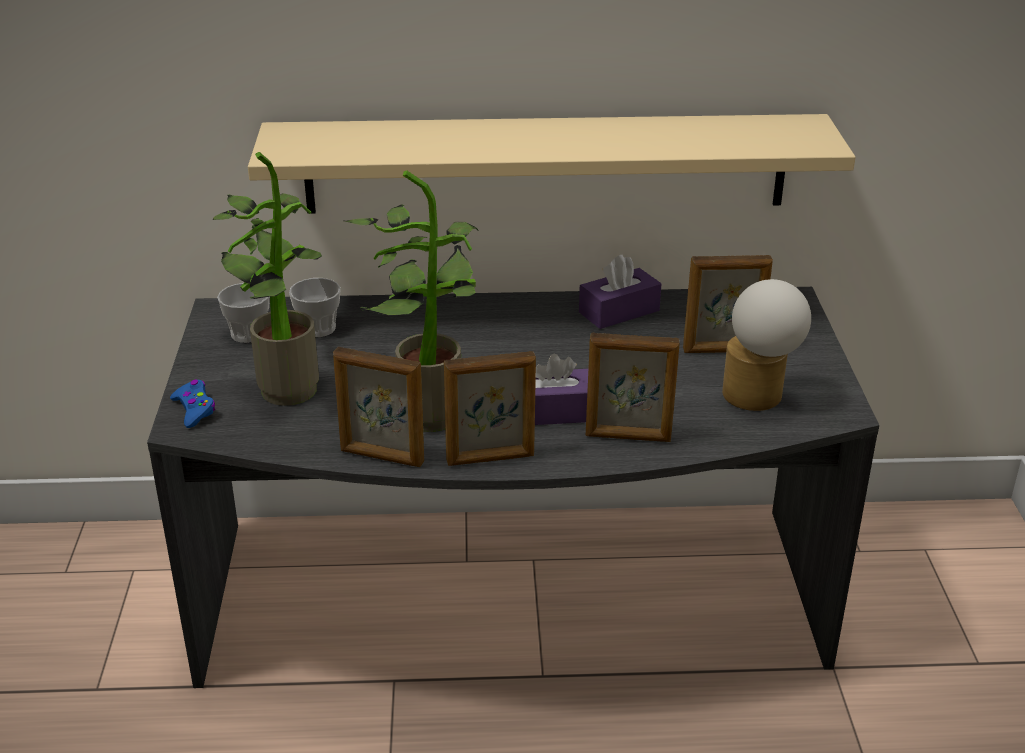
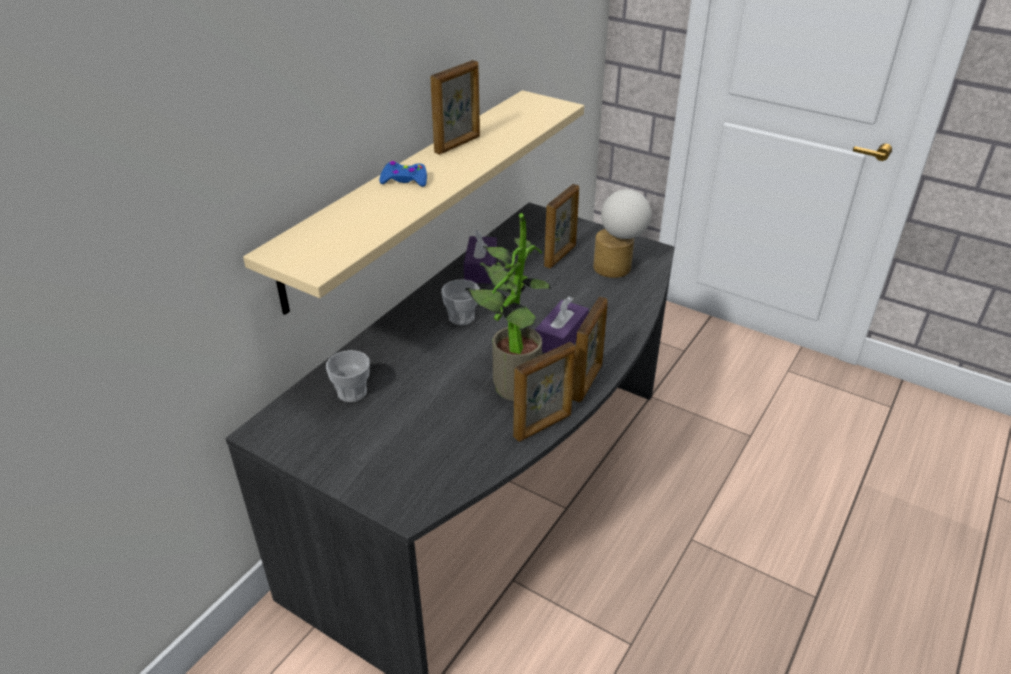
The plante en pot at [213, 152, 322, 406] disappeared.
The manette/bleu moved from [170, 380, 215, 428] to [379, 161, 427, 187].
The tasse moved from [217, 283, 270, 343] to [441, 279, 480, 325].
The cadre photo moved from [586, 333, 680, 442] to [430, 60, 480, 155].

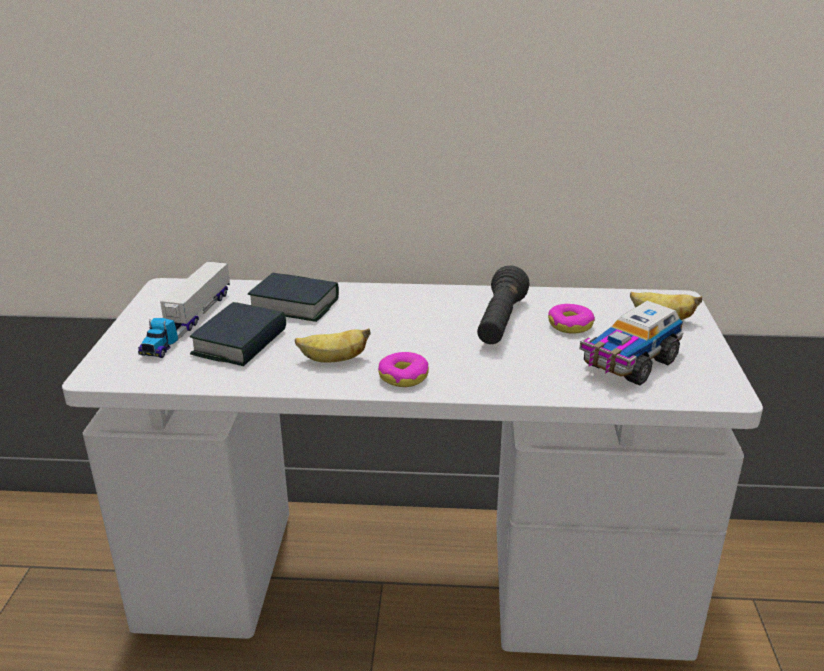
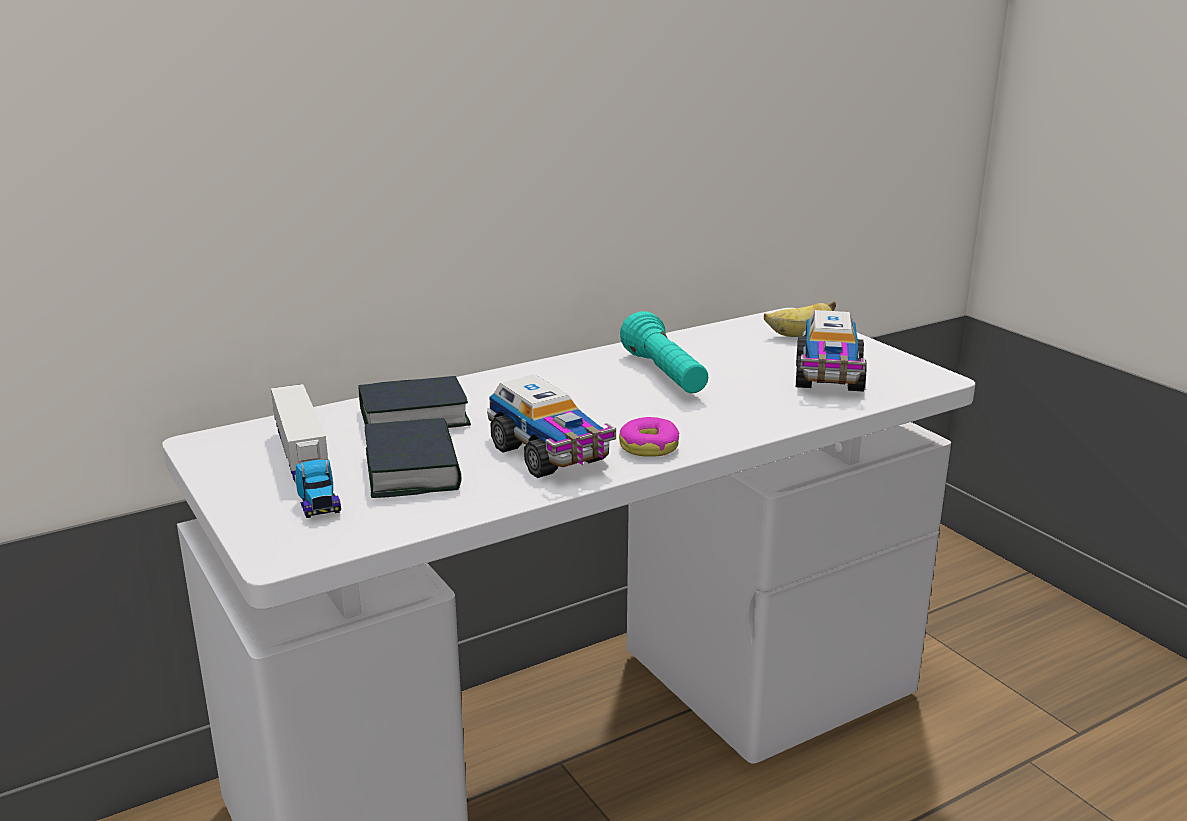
The beignet at [548, 304, 595, 334] disappeared.
The banane at [295, 328, 371, 363] was replaced by the camion jouet at [487, 375, 616, 478].
The lampe de poche/noir at [477, 266, 530, 344] became the lampe de poche/turquoise at [620, 311, 708, 393].

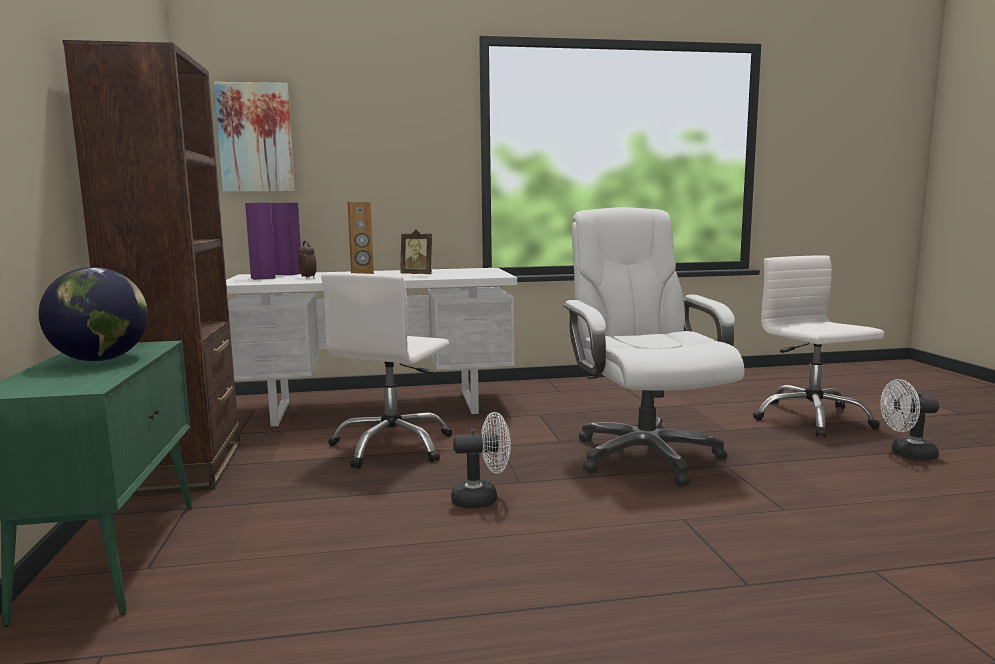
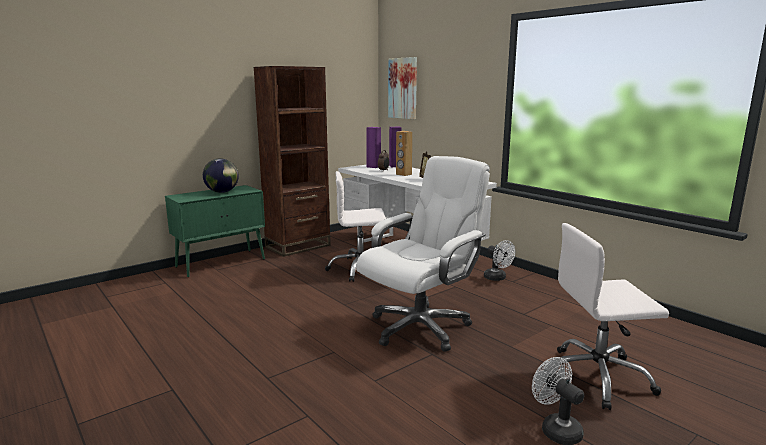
The ventilateur/blanc moved from [451, 412, 511, 508] to [484, 240, 515, 281].
The chaise de bureau/blanc at [753, 256, 884, 437] turned 135 degrees counterclockwise.

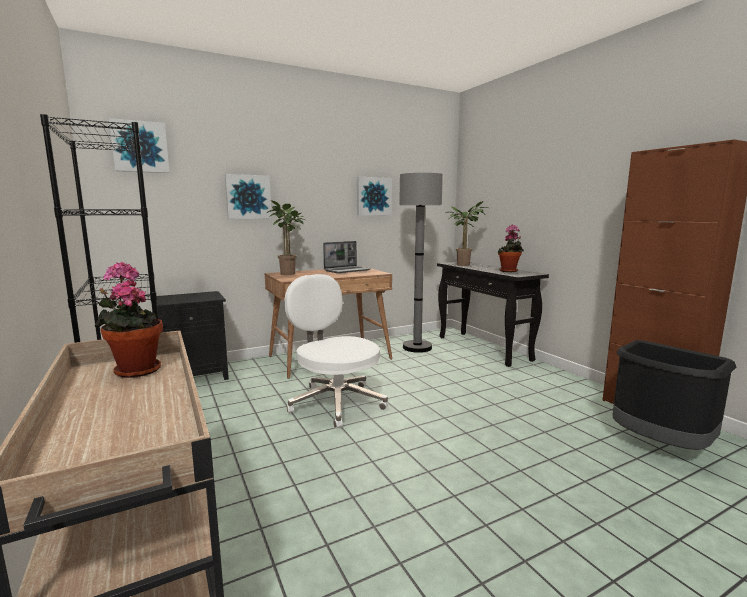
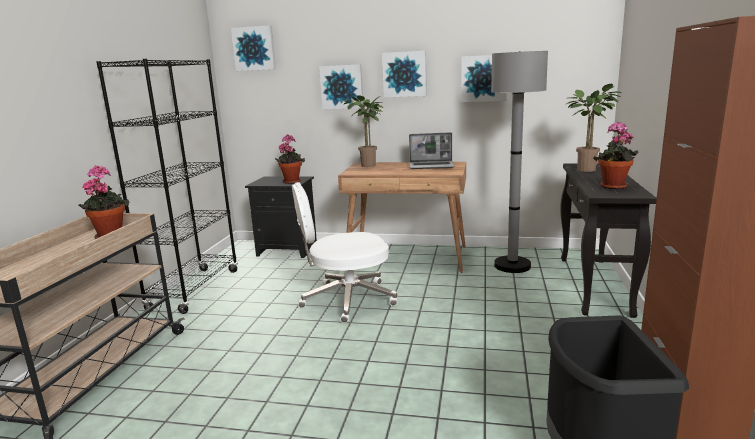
The plante en pot at [275, 134, 305, 184] appeared.
The tableau at [382, 51, 427, 97] appeared.
The chaise de bureau/blanc at [285, 274, 388, 428] turned 105 degrees counterclockwise.

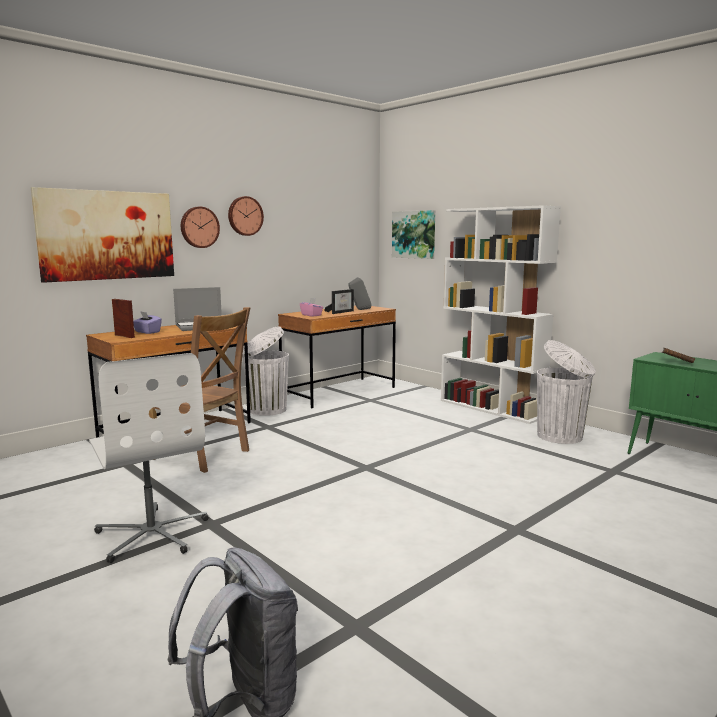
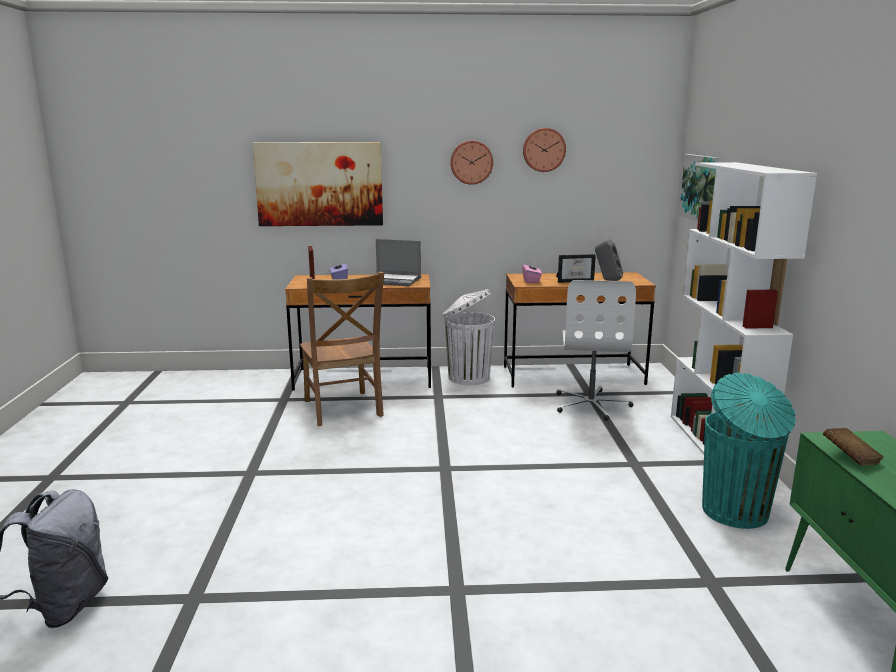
The chaise de bureau/blanc moved from [89, 353, 209, 563] to [556, 280, 636, 421].
The horloge murale moved from [181, 207, 220, 248] to [523, 128, 566, 172].
The poubelle/blanc at [537, 340, 596, 444] became the poubelle/turquoise at [702, 373, 796, 529].

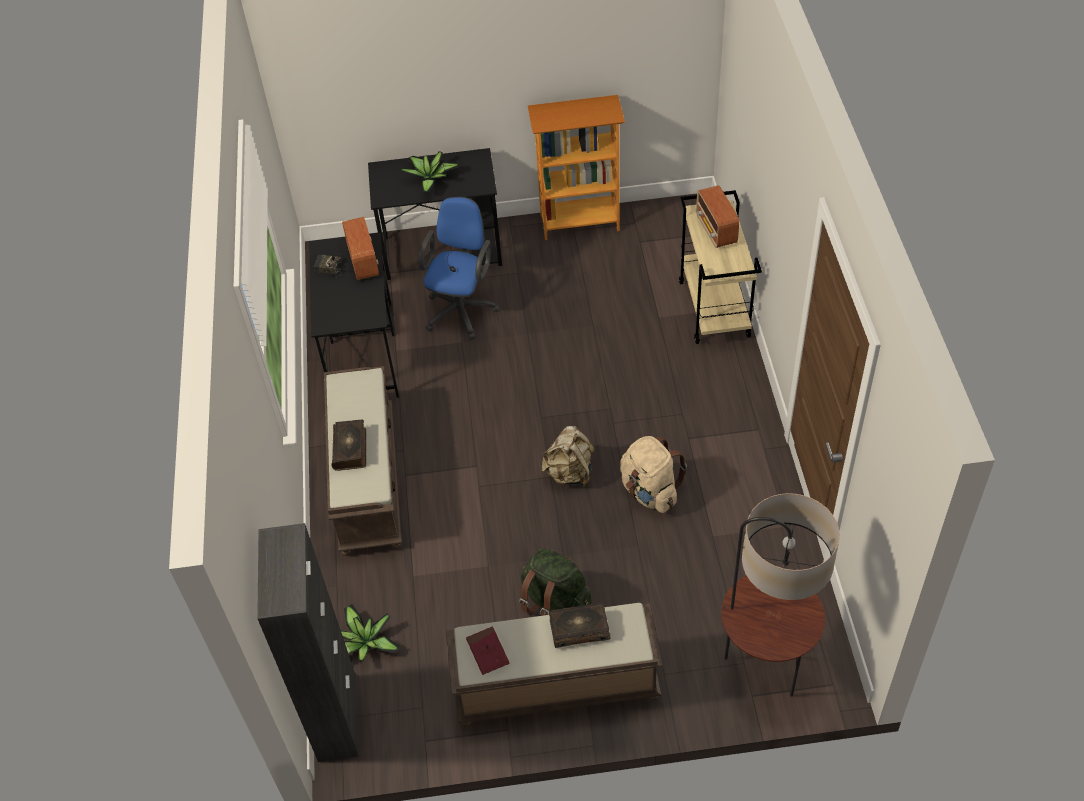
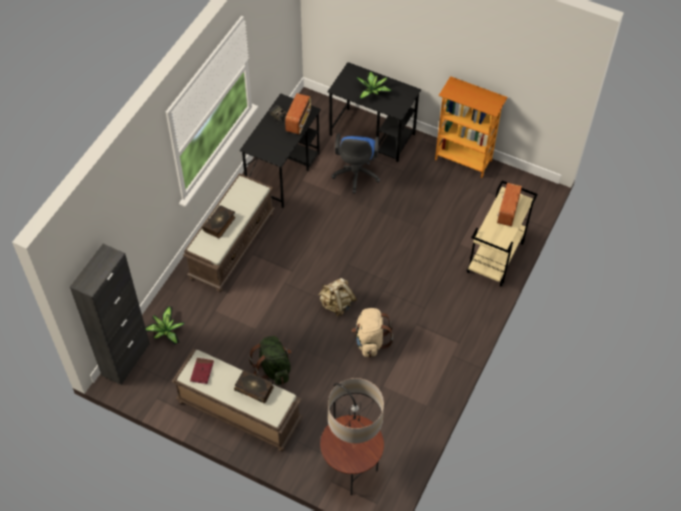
The chaise de bureau/bleu at [419, 197, 499, 340] turned 135 degrees clockwise.

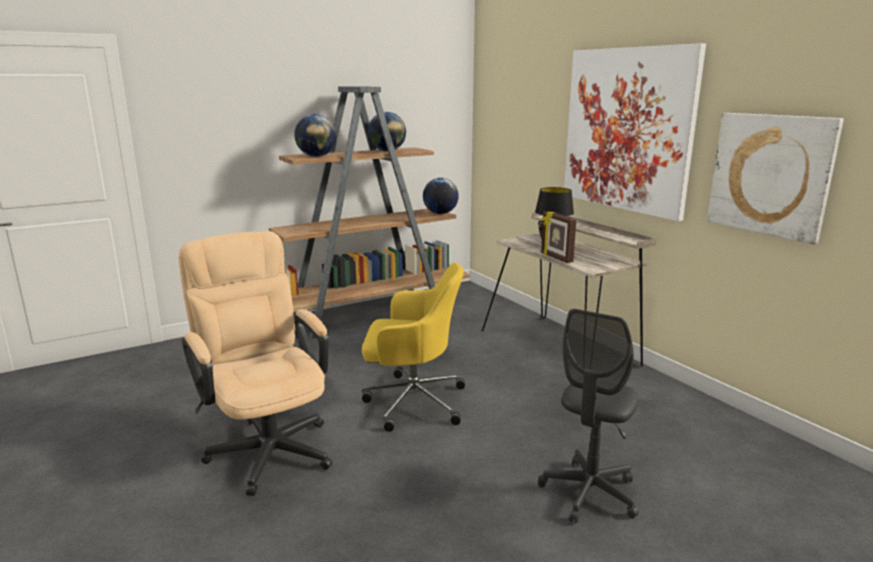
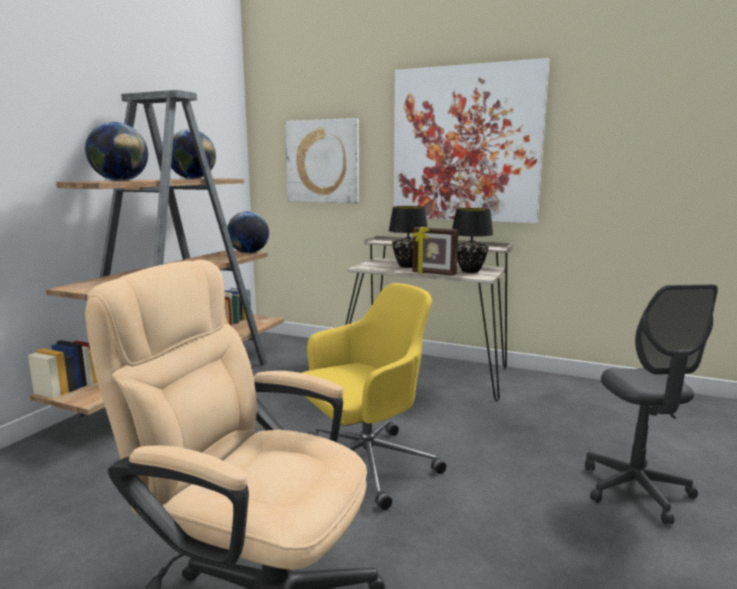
The lampe de table/noir at [452, 208, 494, 273] appeared.
The tableau moved from [707, 113, 844, 244] to [285, 118, 359, 204].

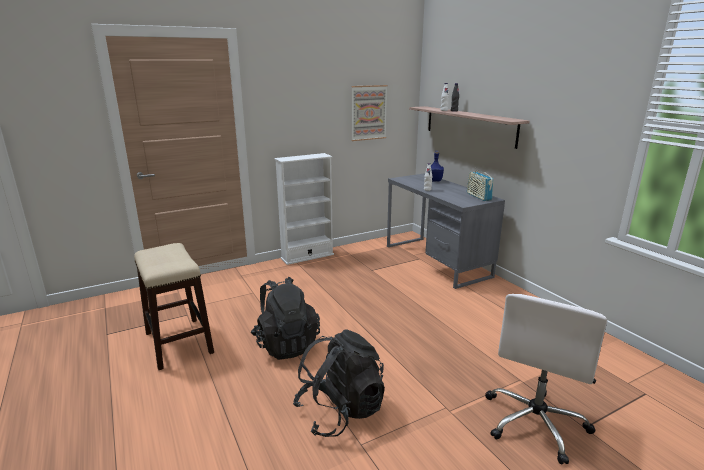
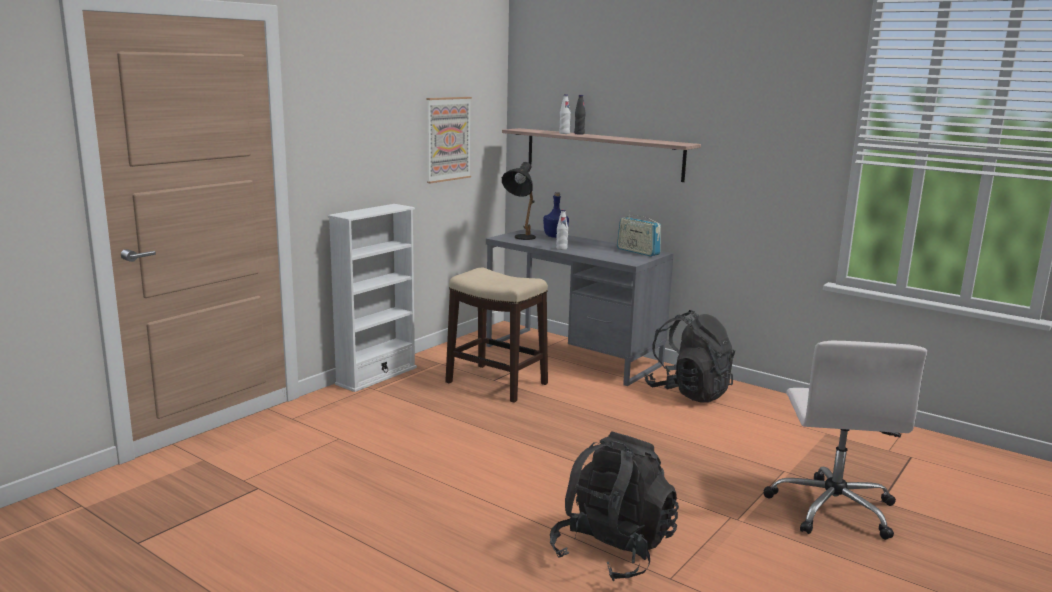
The lampe de table/noir at [502, 162, 536, 240] appeared.
The tabouret moved from [134, 243, 214, 370] to [445, 268, 548, 403].
The sac à dos/noir moved from [251, 277, 320, 360] to [644, 310, 735, 403].

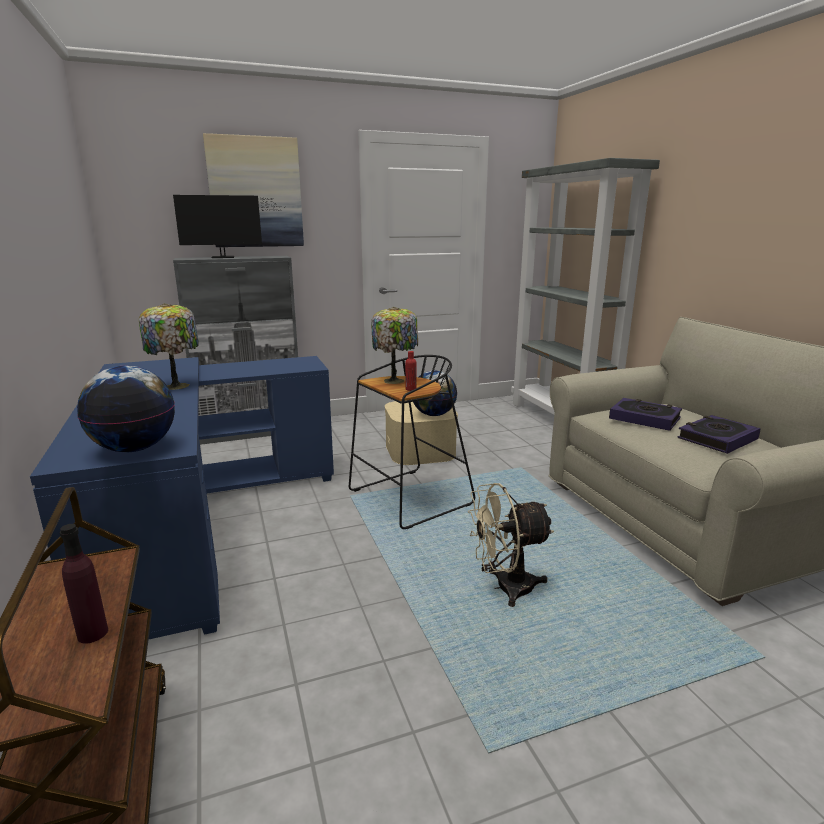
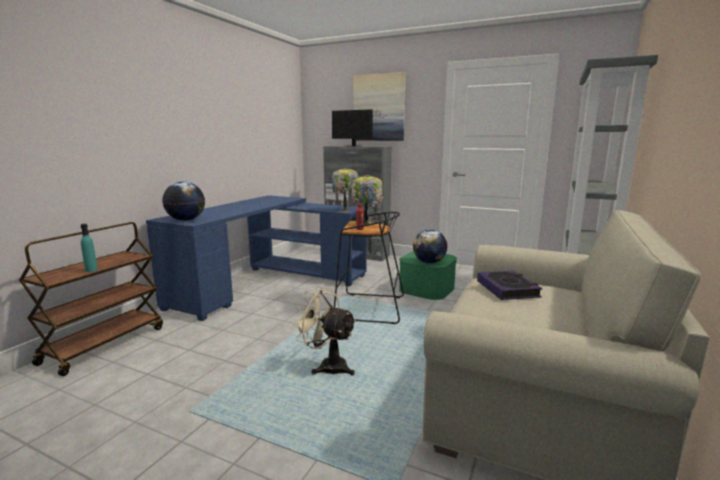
The livre at [677, 415, 761, 454] disappeared.
The lampe de table moved from [139, 303, 199, 390] to [332, 168, 358, 212].
The bouteille/violet at [60, 524, 108, 644] became the bouteille/turquoise at [81, 224, 98, 272].
The boîte de rangement/beige at [385, 401, 458, 465] became the boîte de rangement/vert at [399, 251, 457, 300].

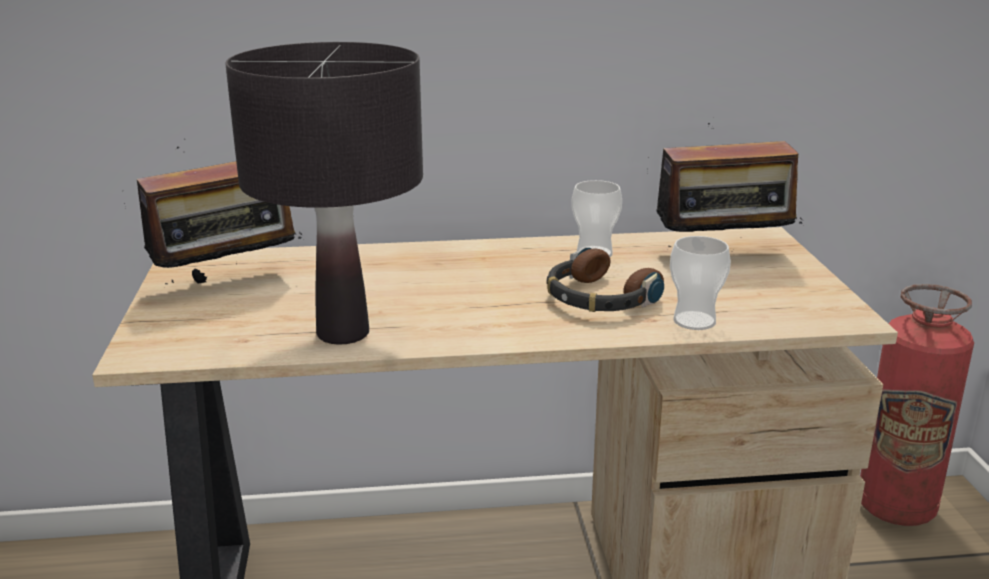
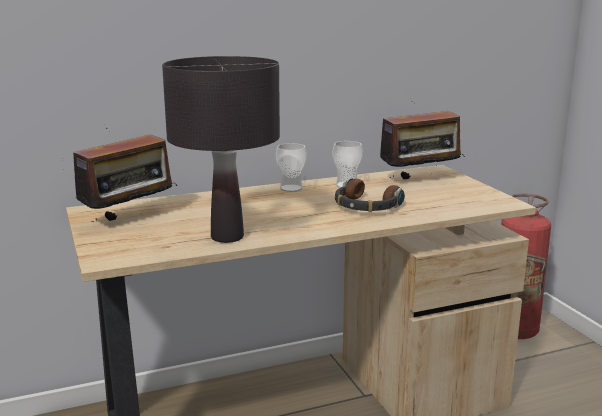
The tasse moved from [670, 236, 731, 330] to [276, 143, 307, 192].

